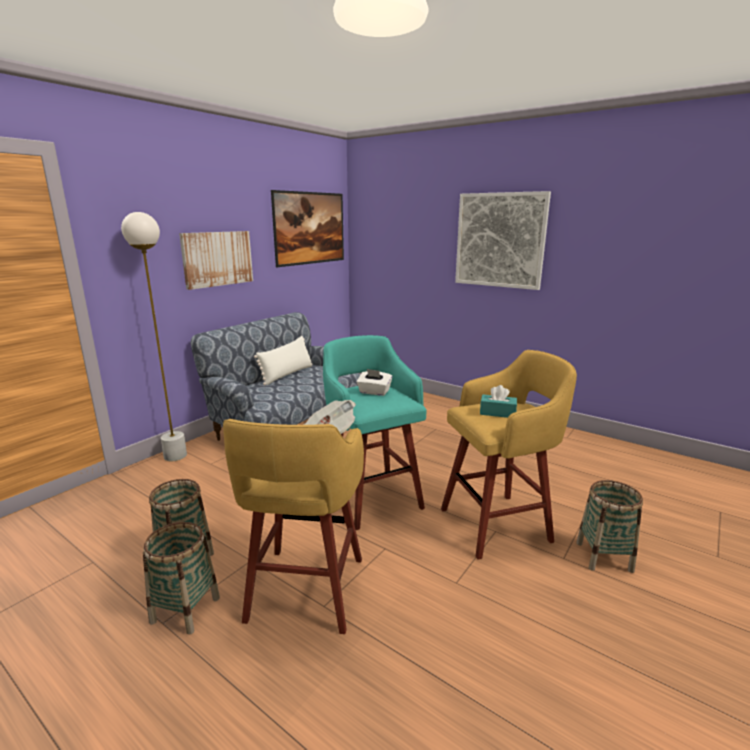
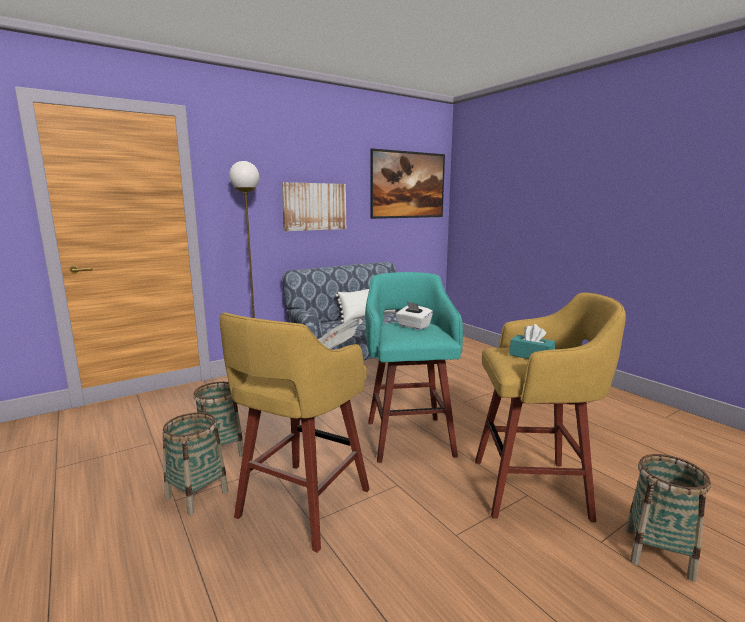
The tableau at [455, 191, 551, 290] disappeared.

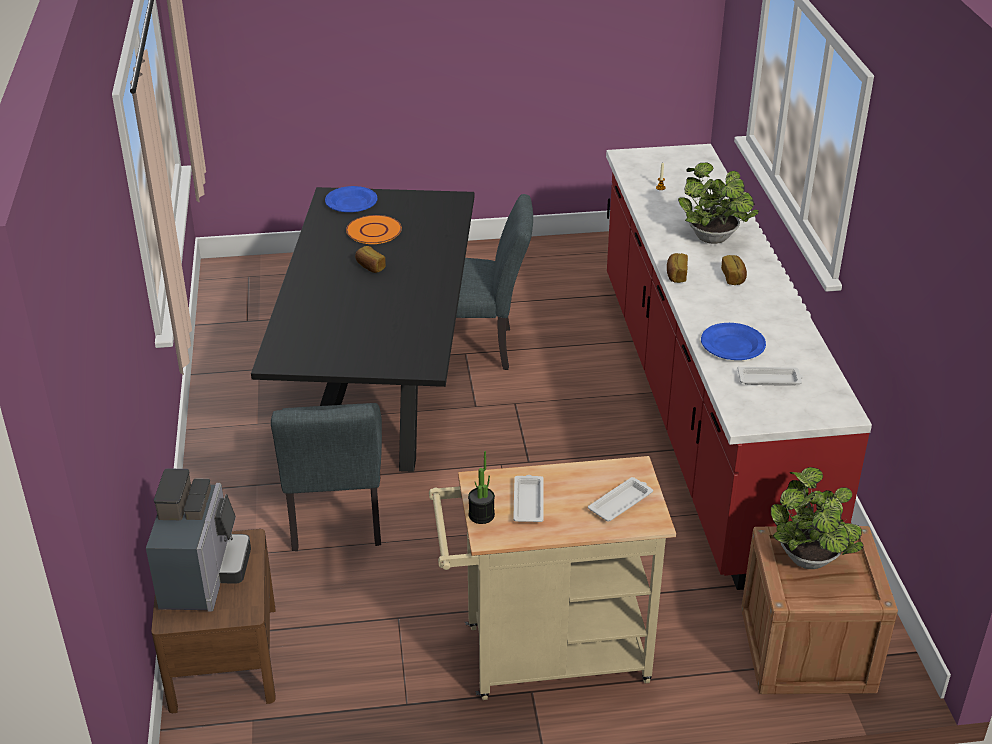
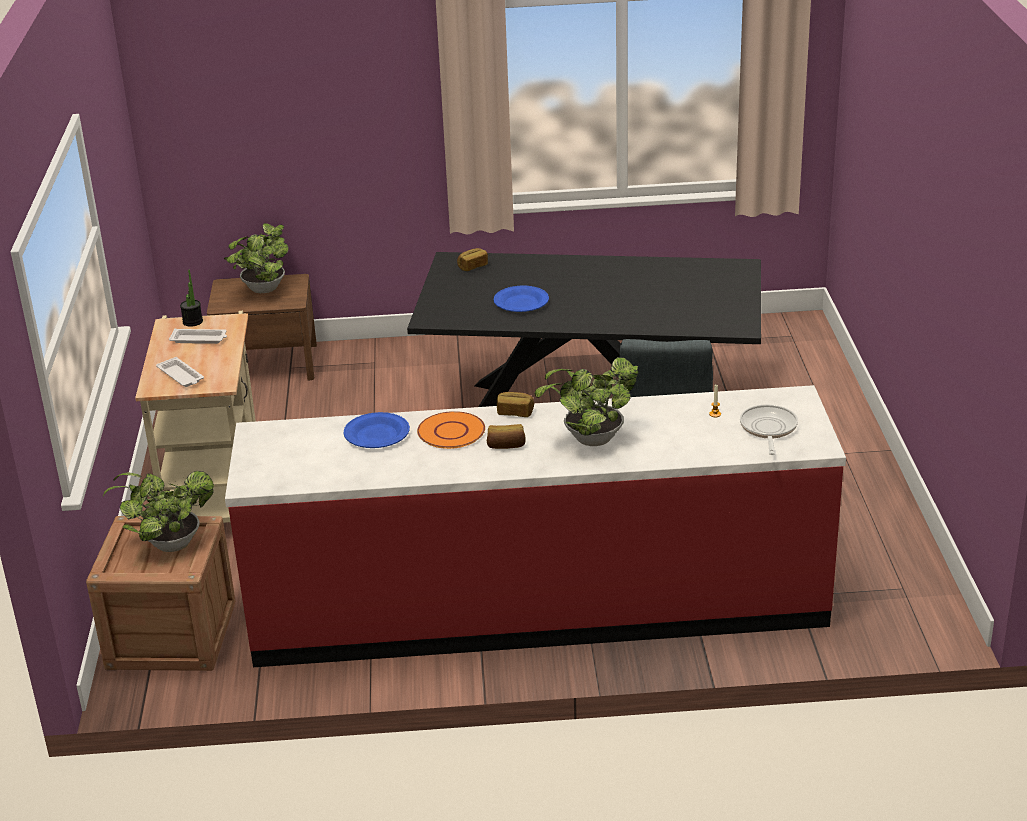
The chaise/gris at [271, 403, 382, 551] disappeared.
The plateau/blanc at [737, 366, 803, 386] disappeared.
The poêle at [740, 404, 798, 455] appeared.
The assiette/bleu moved from [325, 186, 378, 212] to [494, 286, 549, 312].
The assiette/orange moved from [346, 215, 402, 244] to [417, 411, 485, 449].
The pain moved from [355, 246, 386, 273] to [457, 248, 488, 271].
The machine à café at [146, 468, 251, 612] was replaced by the plante en pot at [224, 223, 288, 293].

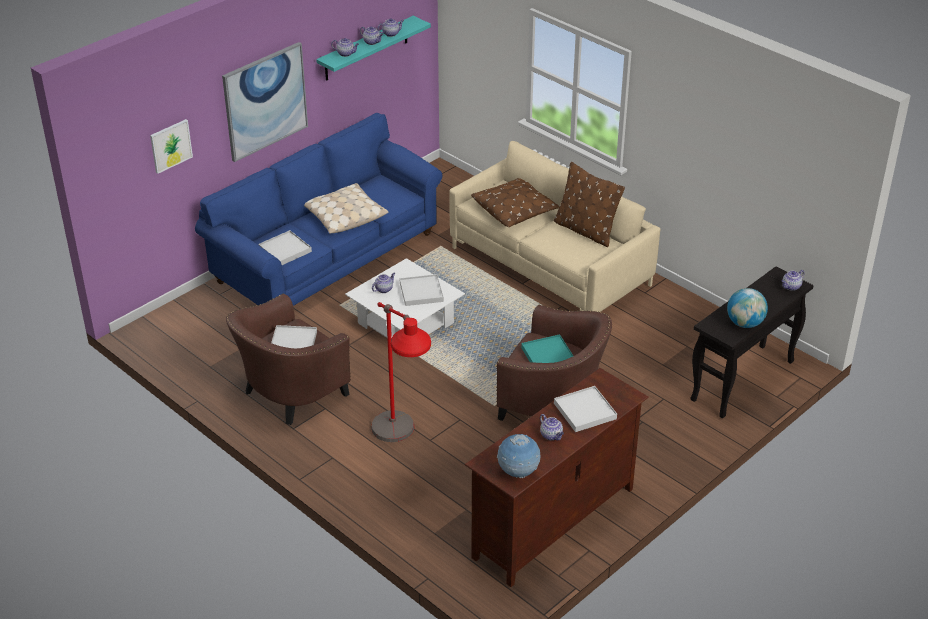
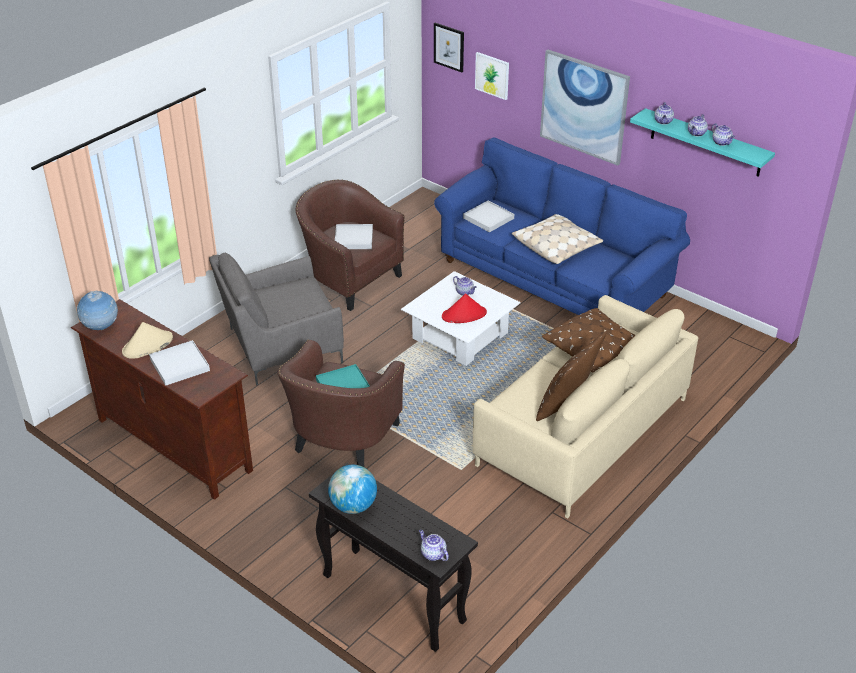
The tableau at [434, 23, 464, 72] appeared.
The lampadaire/rouge at [371, 302, 431, 442] was replaced by the fauteuil/gris at [209, 253, 344, 385].
The plateau/blanc at [400, 274, 444, 306] was replaced by the chapeau/rouge at [442, 294, 487, 323].
The théière at [540, 414, 564, 440] was replaced by the chapeau/beige at [122, 322, 173, 359].

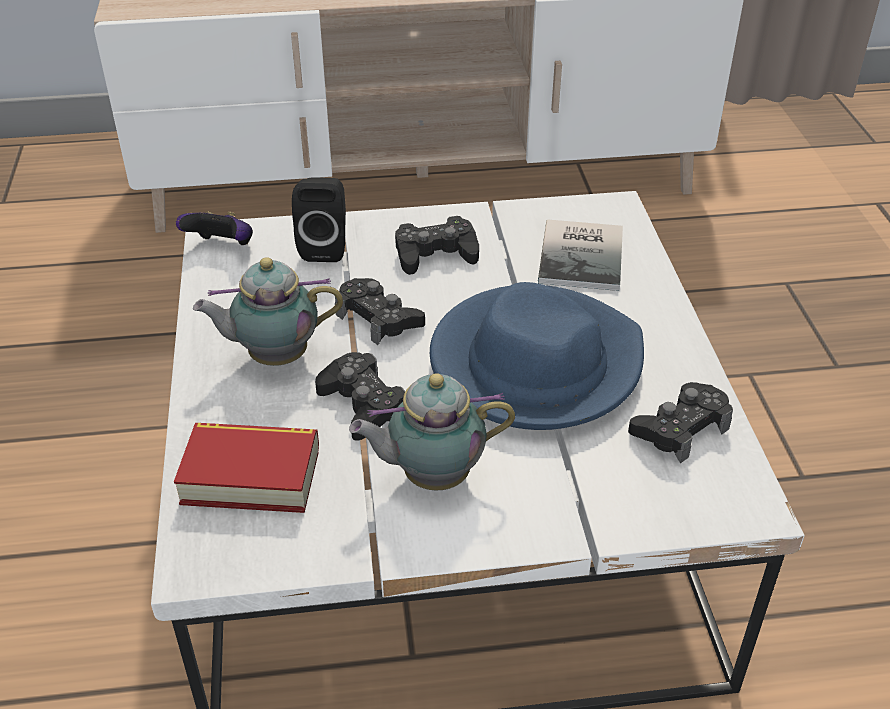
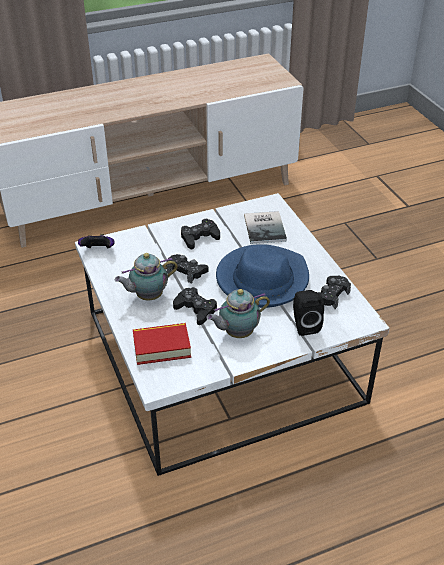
The enceinte/noir moved from [292, 178, 346, 262] to [293, 290, 324, 336].

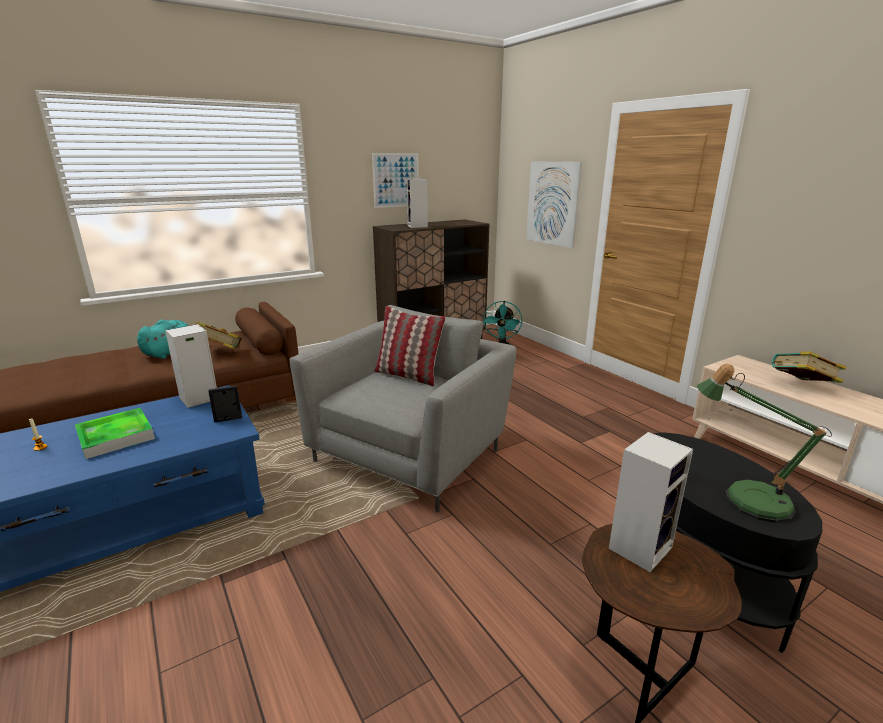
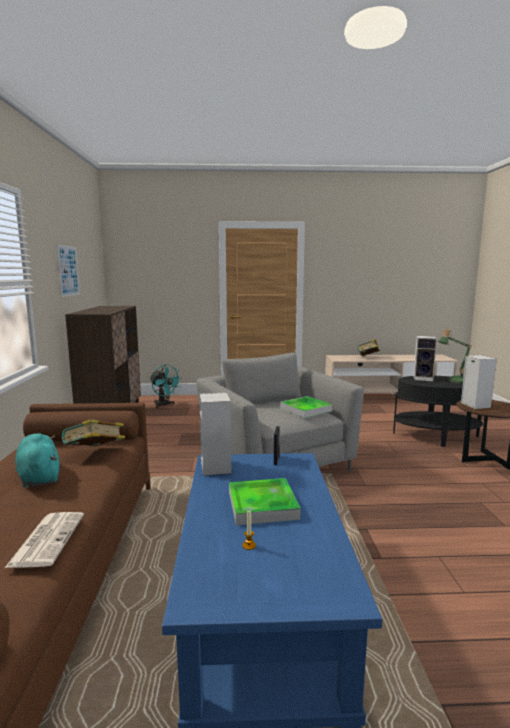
The coussin at [374, 306, 445, 386] disappeared.
The tableau at [526, 162, 582, 248] disappeared.
The journal at [5, 512, 84, 568] appeared.
The plateau at [280, 396, 332, 418] appeared.
The enceinte moved from [406, 178, 428, 228] to [413, 336, 437, 381].

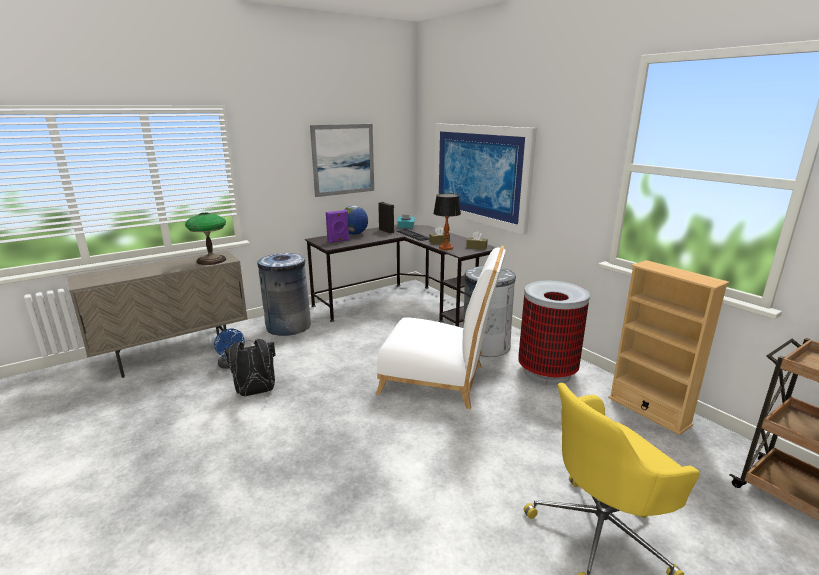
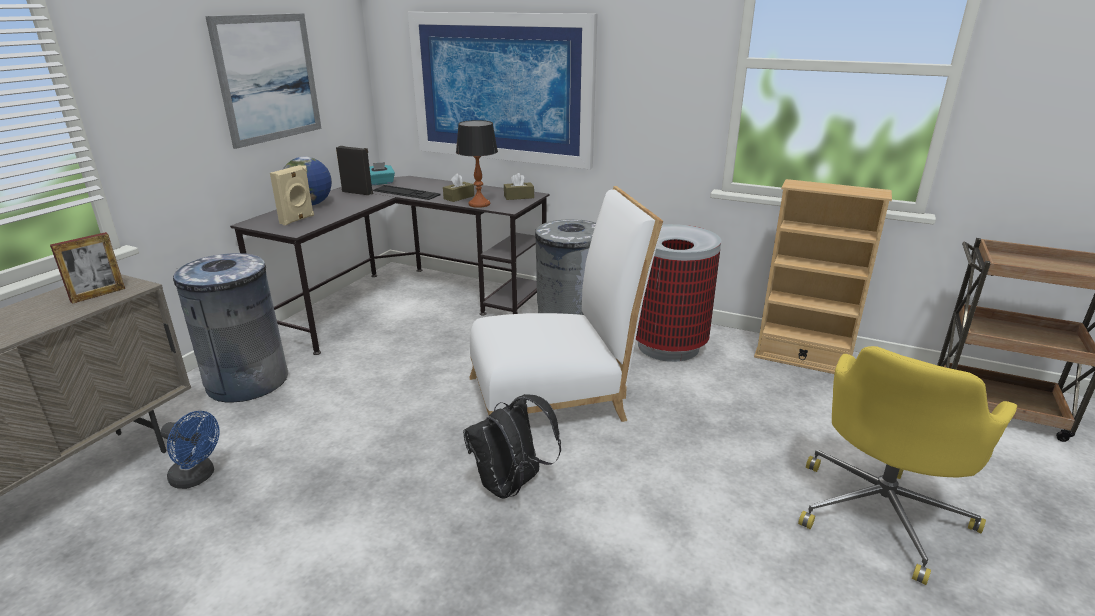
The sac à dos/noir moved from [224, 339, 275, 396] to [463, 394, 561, 499].
The lampe de table at [185, 213, 226, 265] was replaced by the cadre photo at [50, 232, 125, 304].
The enceinte/violet at [326, 210, 349, 243] became the enceinte/beige at [270, 165, 314, 225].

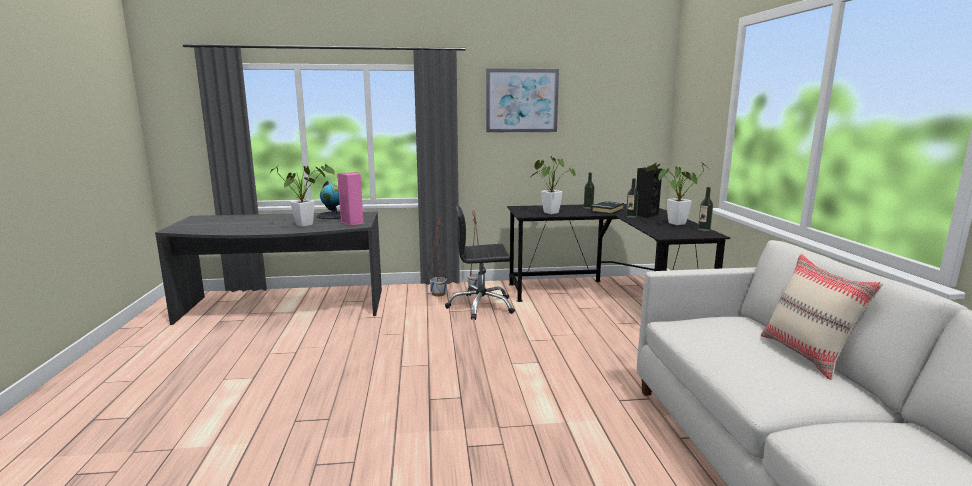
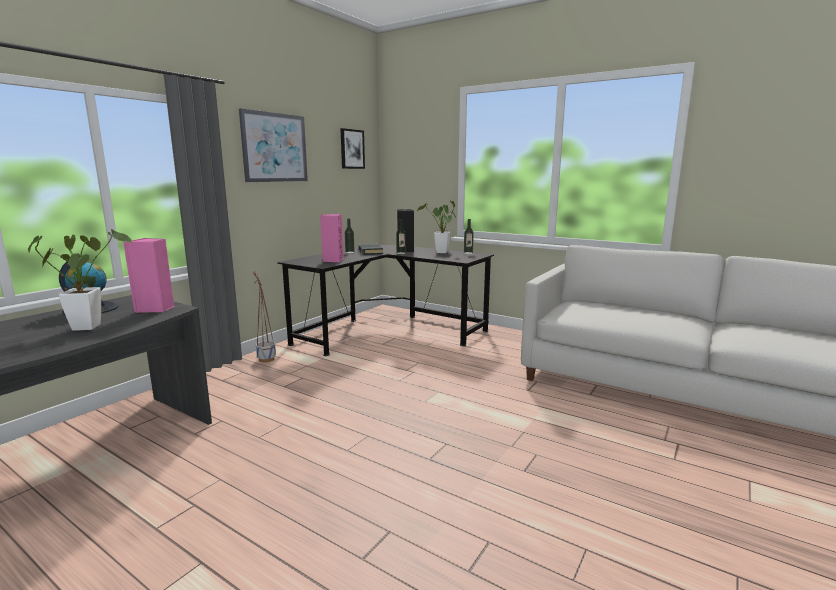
The cache-pot at [430, 215, 447, 296] disappeared.
The chaise de bureau/noir at [445, 206, 515, 320] disappeared.
The coussin/beige at [761, 253, 883, 380] disappeared.
The tableau at [340, 128, 365, 169] appeared.
The plante en pot at [531, 156, 576, 214] was replaced by the enceinte/rose at [320, 214, 344, 262].

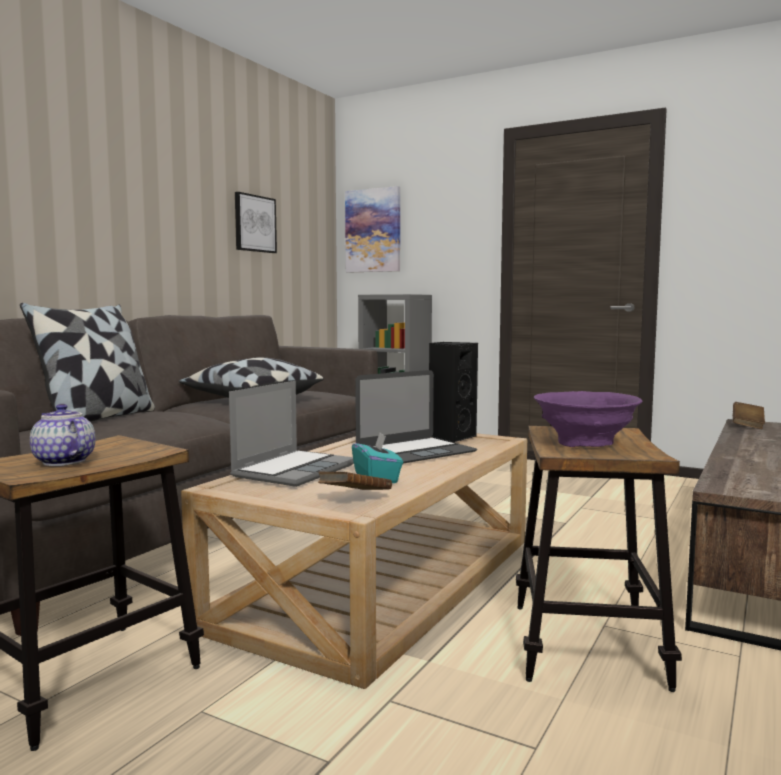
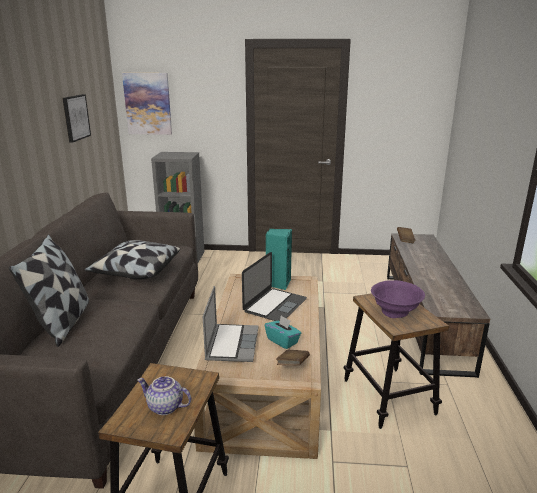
The enceinte/noir at [429, 342, 478, 443] became the enceinte/turquoise at [266, 229, 292, 290].

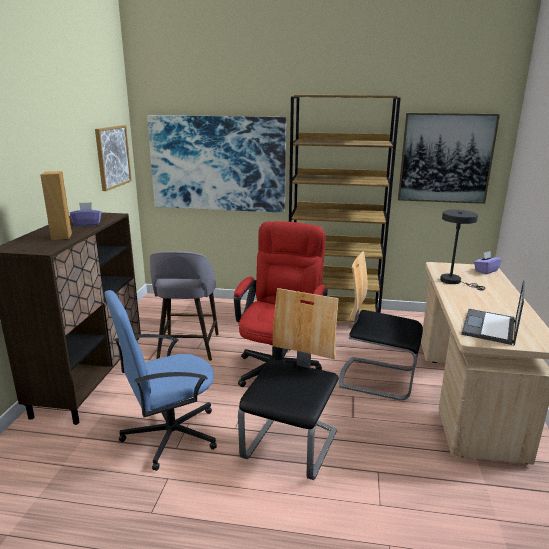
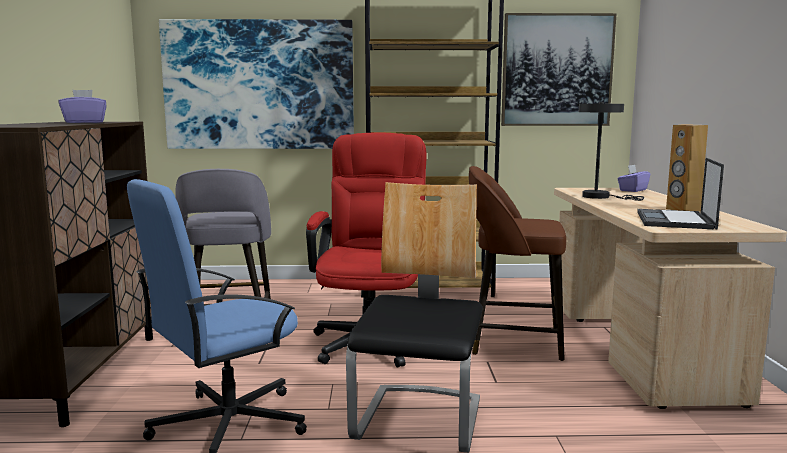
The tableau at [95, 125, 132, 191] disappeared.
The enceinte/marron moved from [40, 171, 72, 240] to [666, 125, 708, 211].
The chaise at [339, 251, 423, 400] was replaced by the tabouret/marron at [469, 166, 566, 361].

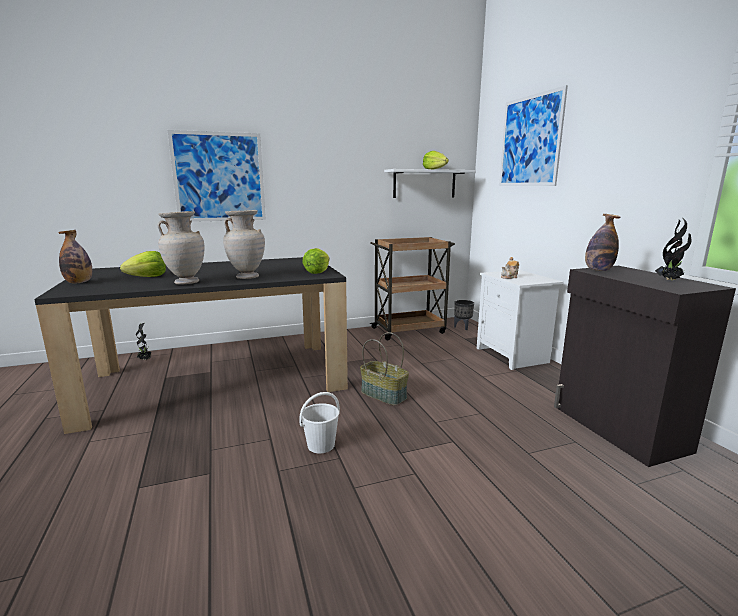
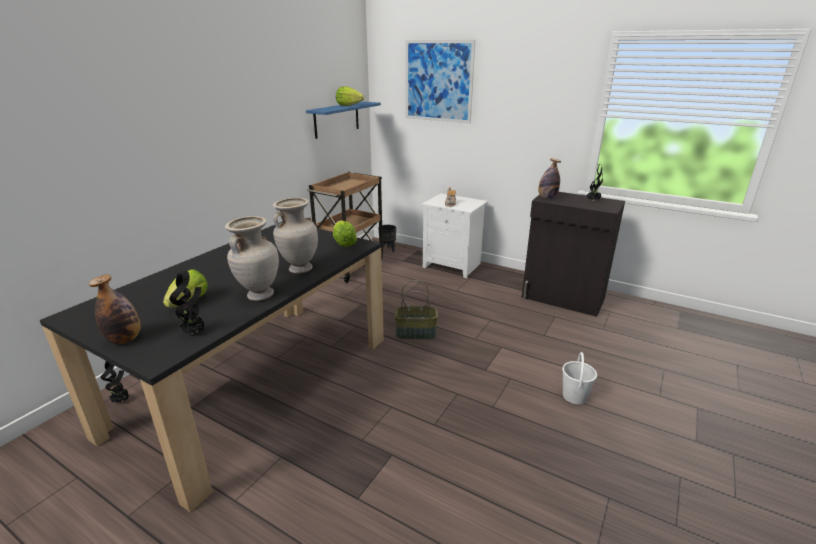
The tableau at [167, 130, 266, 222] disappeared.
The plante en pot at [169, 270, 205, 334] appeared.
The seau/blanc moved from [299, 392, 340, 454] to [562, 352, 597, 404].
The étagère/blanc at [384, 169, 476, 198] became the étagère/bleu at [306, 101, 381, 139].

